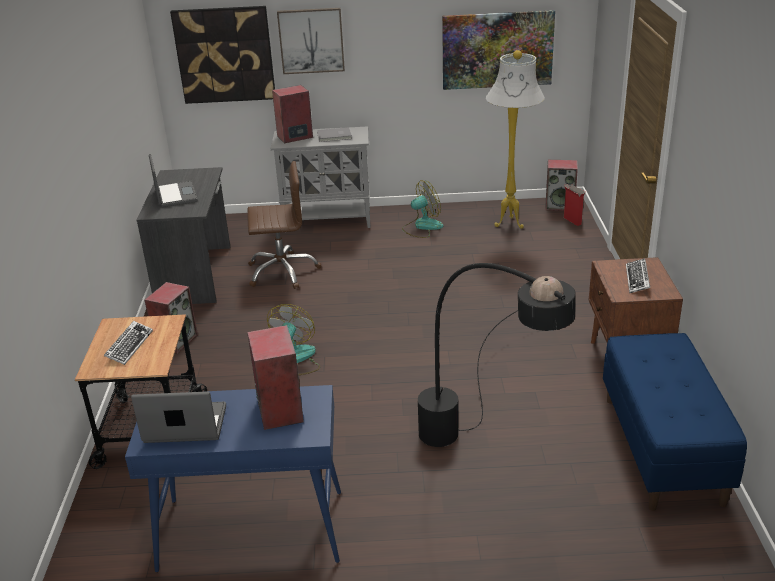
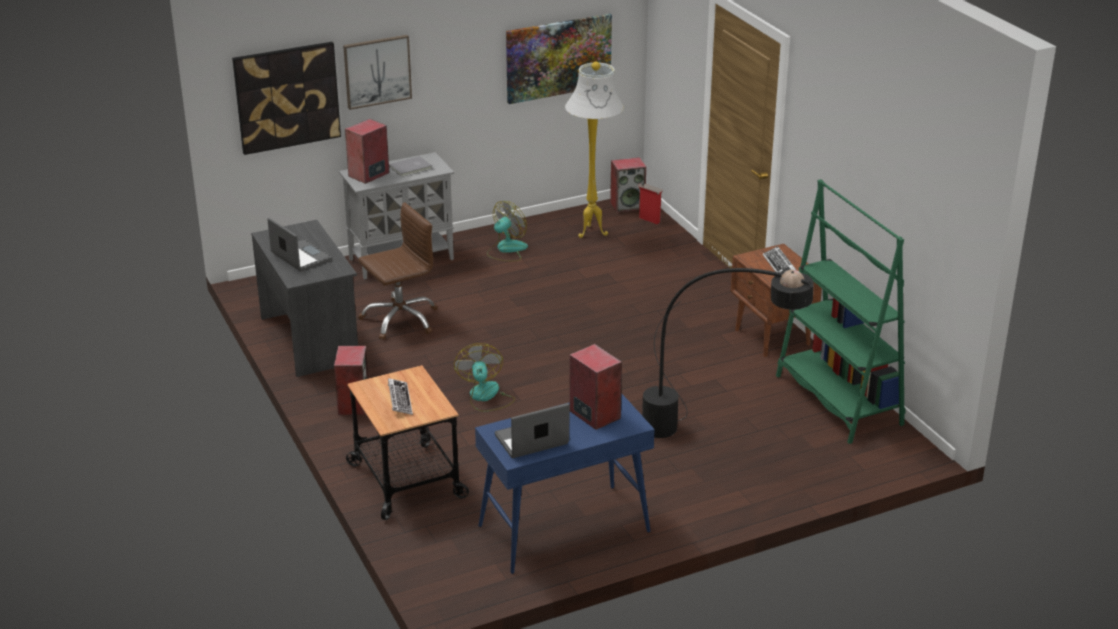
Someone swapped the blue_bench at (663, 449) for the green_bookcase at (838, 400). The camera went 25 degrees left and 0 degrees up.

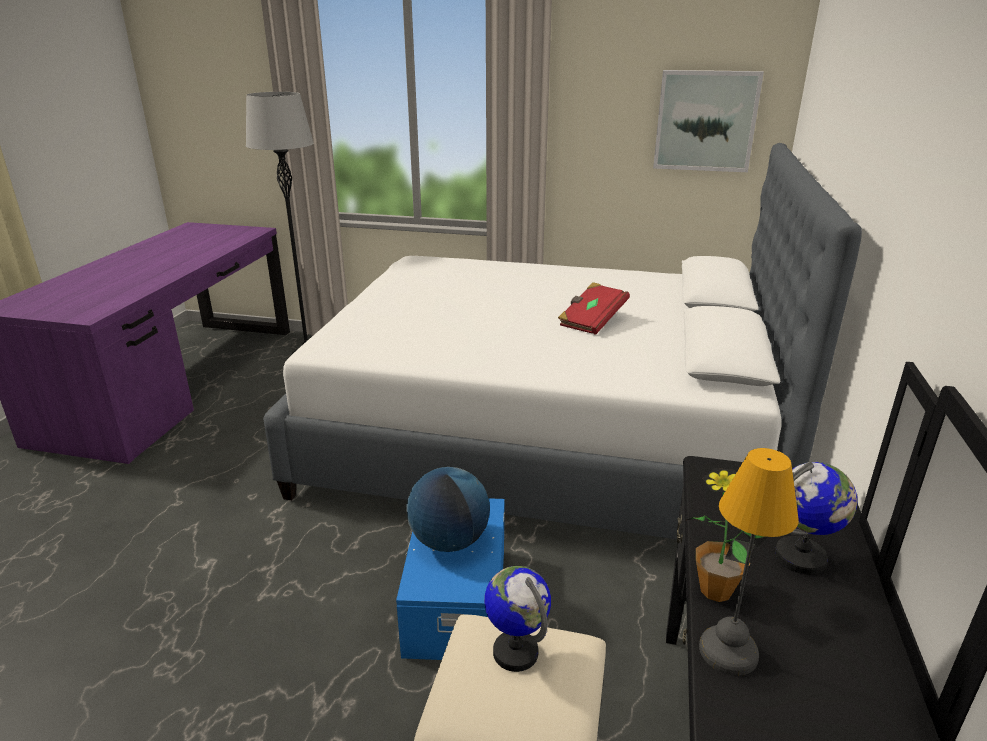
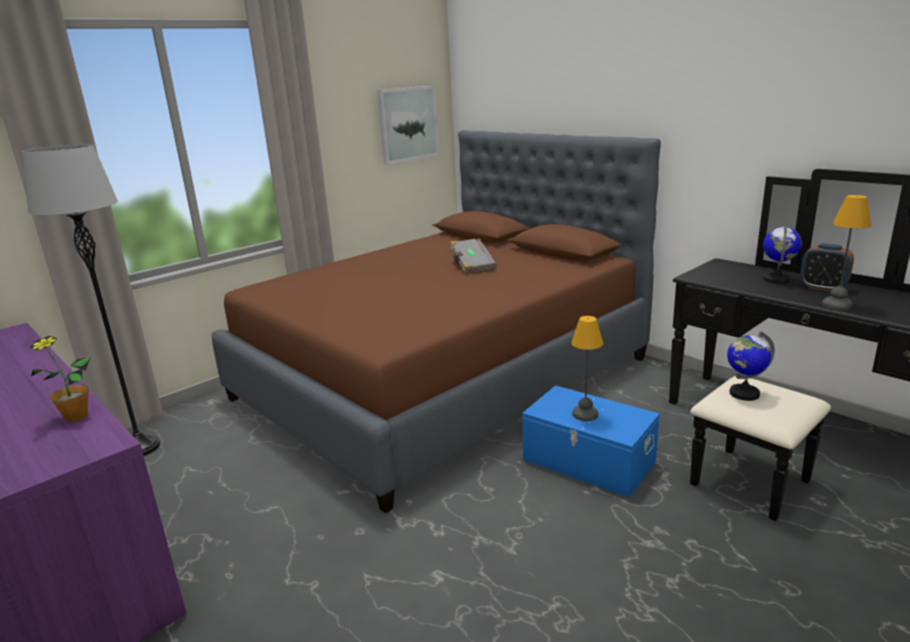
Someone repainted the white_bed at (542, 436), which became the brown_bed at (443, 378). Someone swapped the globe at (449, 541) for the table_lamp at (585, 414). Someone repainted the red_book at (592, 321), which became the grey_book at (471, 266). Someone carried the potted_plant from (715, 590) to (76, 416). Someone put down the alarm_clock at (822, 288). The camera went 55 degrees left and 5 degrees down.

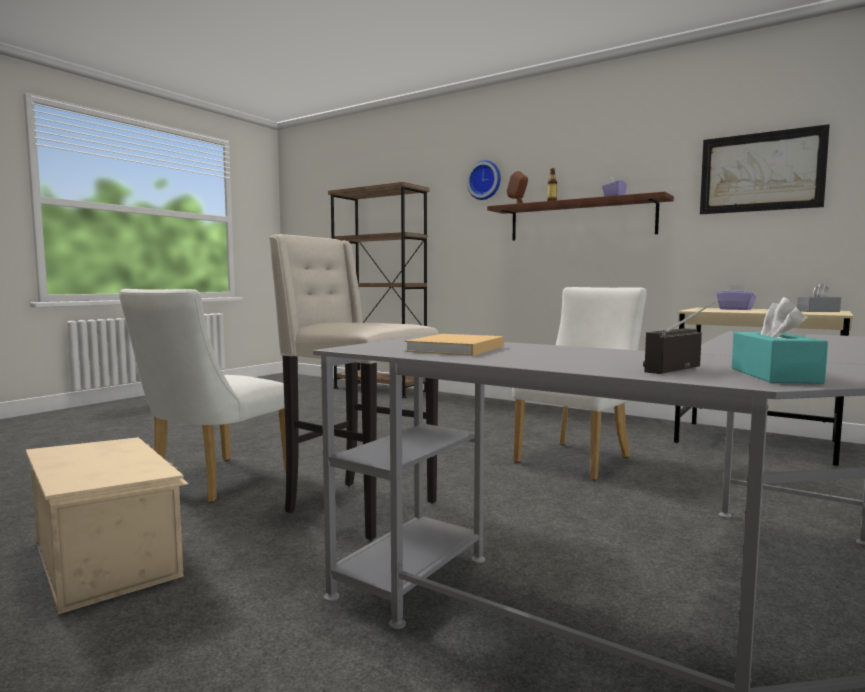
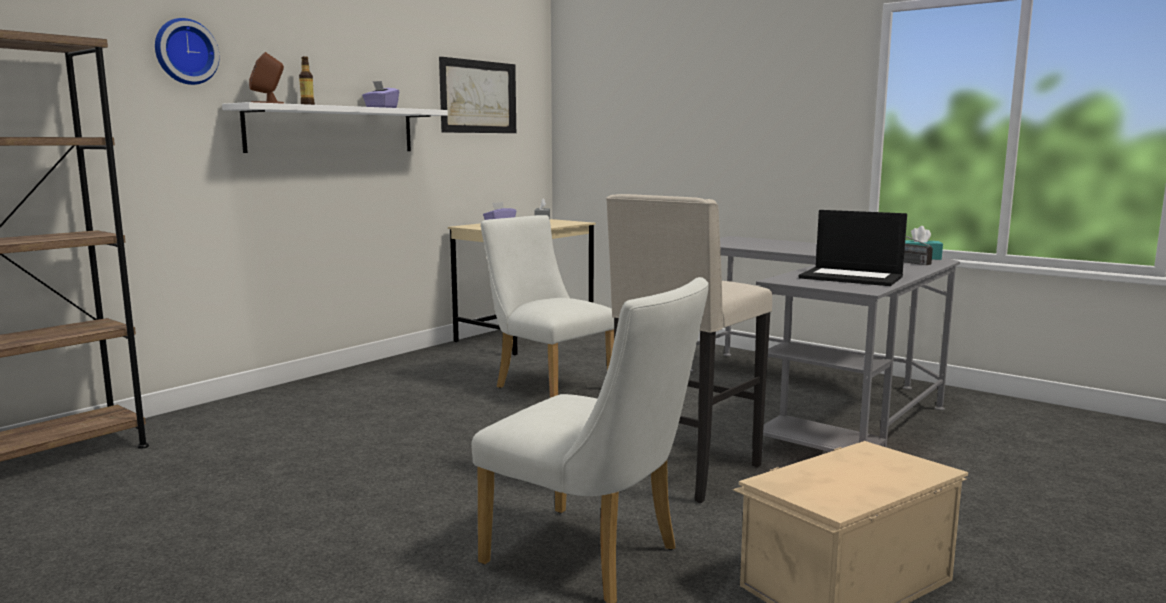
Someone swapped the beige_book at (454, 349) for the laptop at (852, 277). Someone repainted the brown_shelf at (580, 220), which became the white_shelf at (332, 129). The camera went 85 degrees left and 5 degrees up.

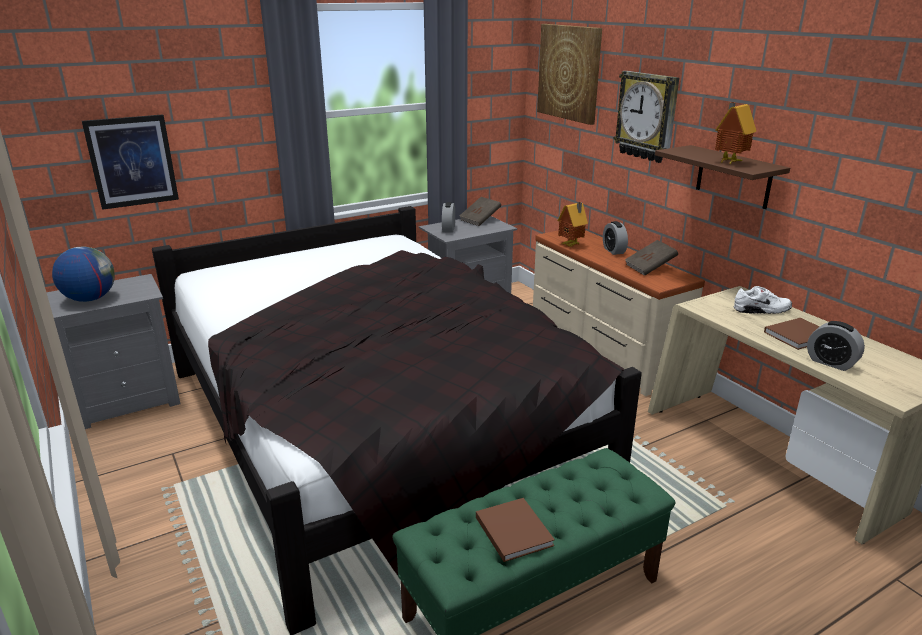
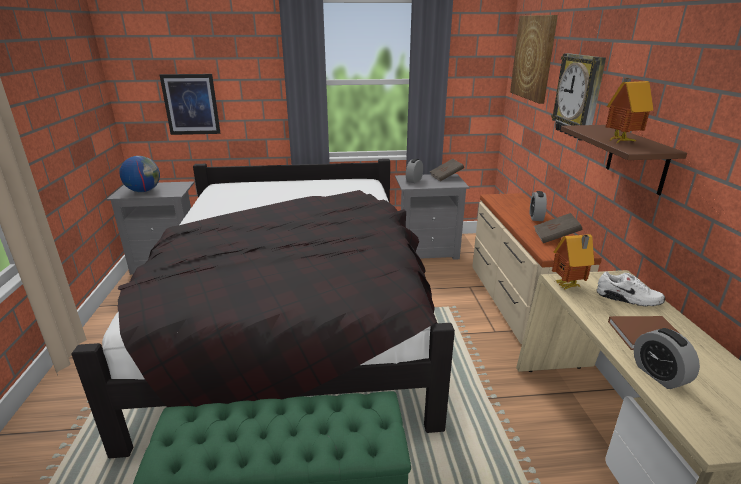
Someone took away the brown_book at (512, 529). Someone carried the toy_house from (571, 245) to (568, 286). The camera went 25 degrees right and 0 degrees up.

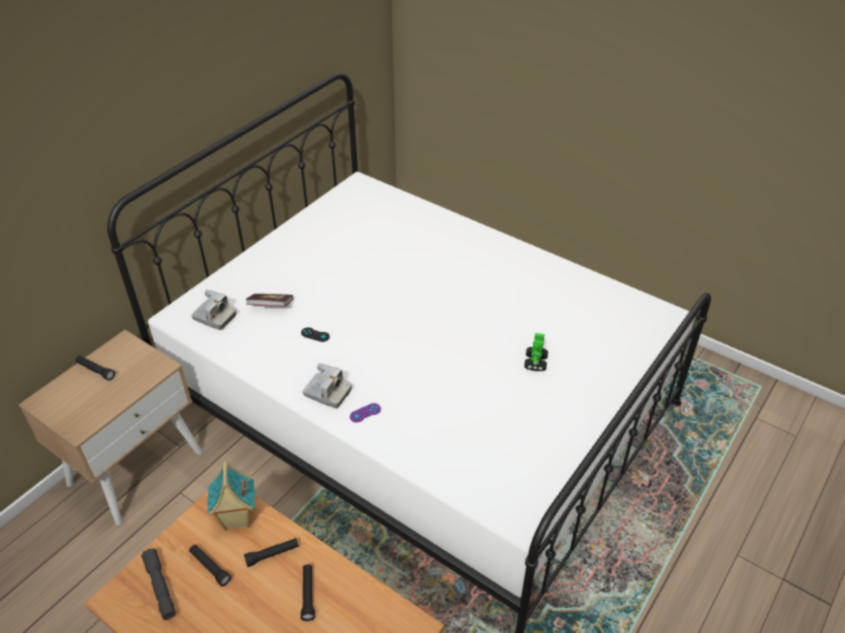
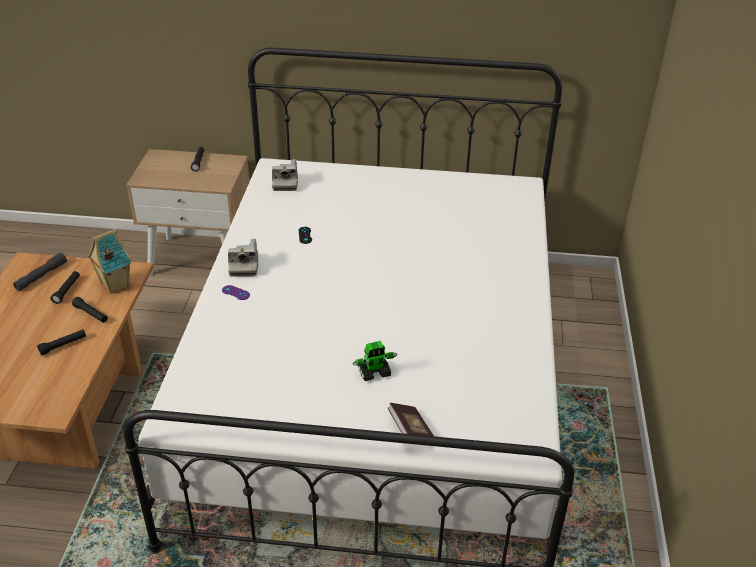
Someone carried the book from (270, 306) to (411, 432). The camera went 60 degrees right and 5 degrees down.

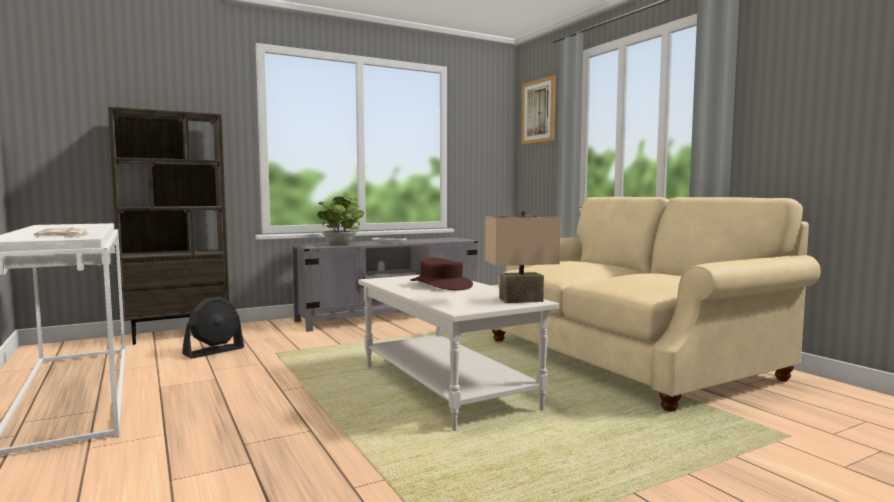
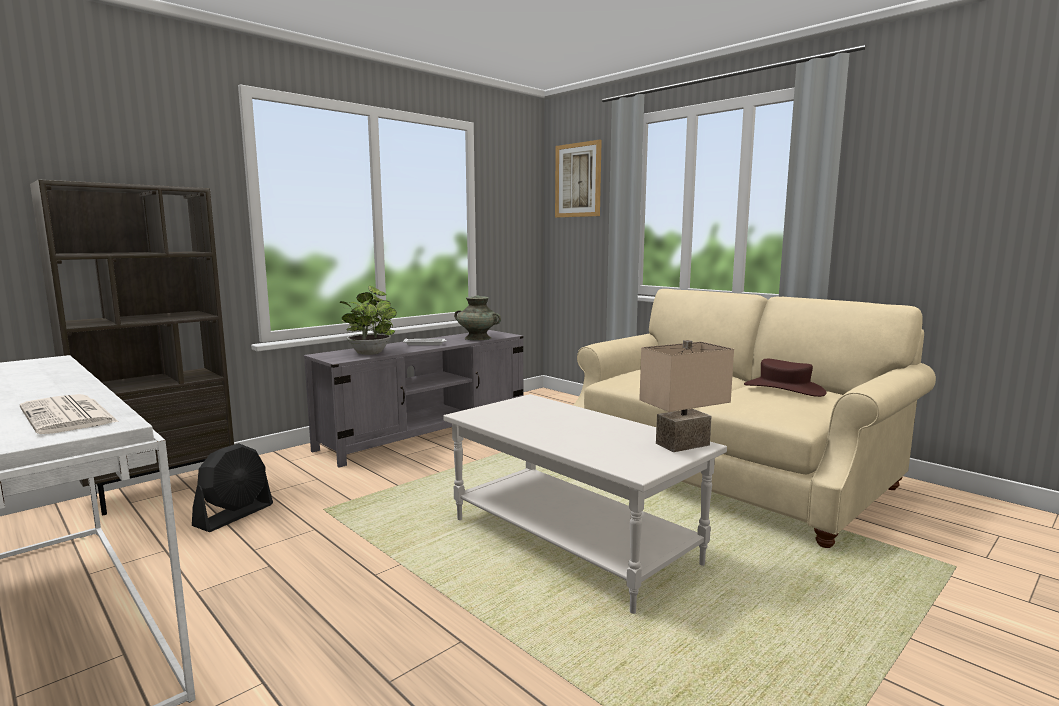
Someone carried the brown_hat from (441, 285) to (784, 389). Someone put down the turquoise_vase at (477, 338). The camera went 15 degrees left and 5 degrees up.

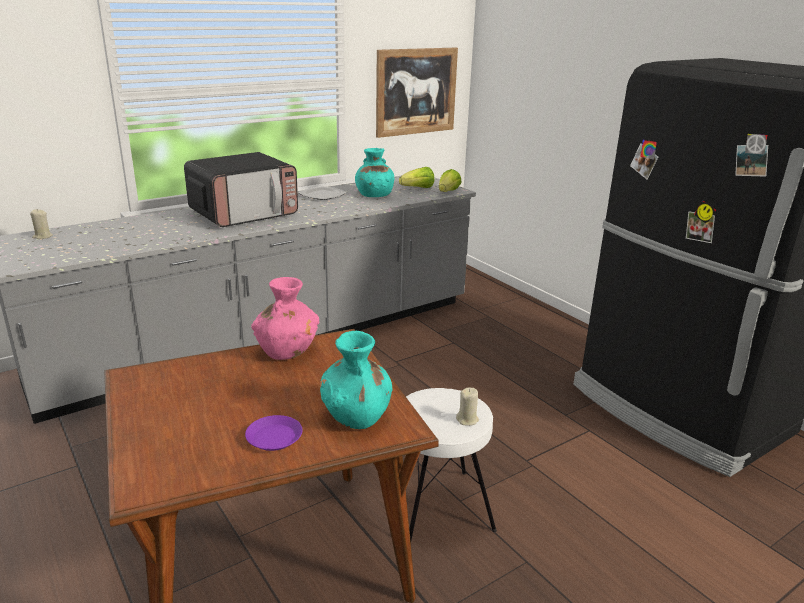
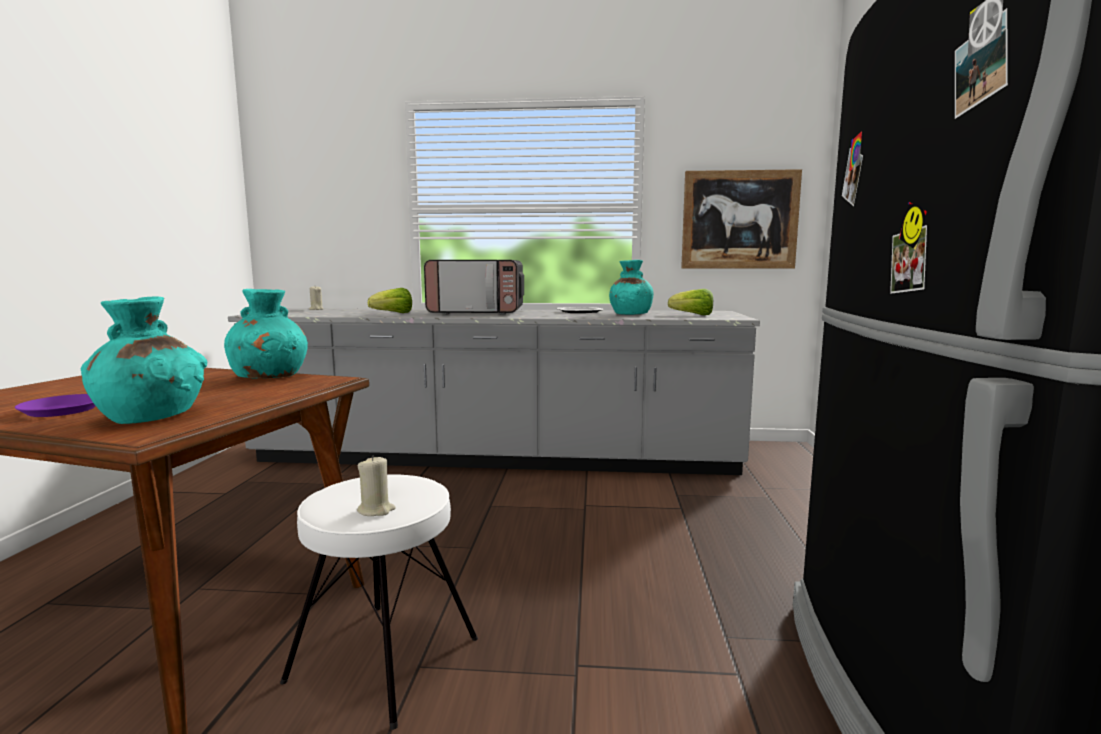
Someone repainted the pink_vase at (287, 350), which became the turquoise_vase at (270, 376). Someone carried the lettuce from (448, 192) to (393, 313). The camera went 40 degrees right and 15 degrees down.

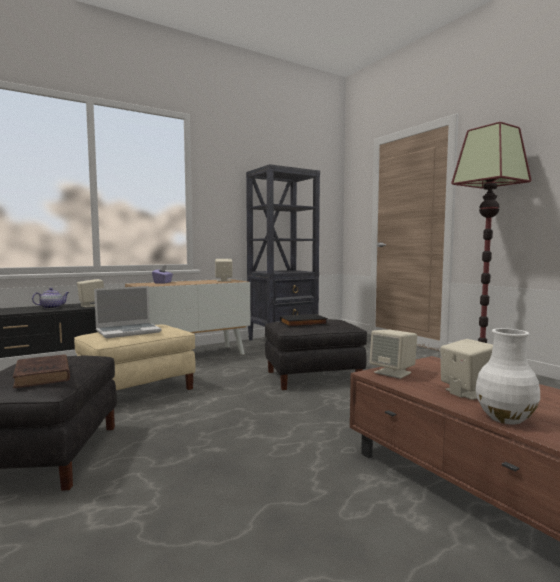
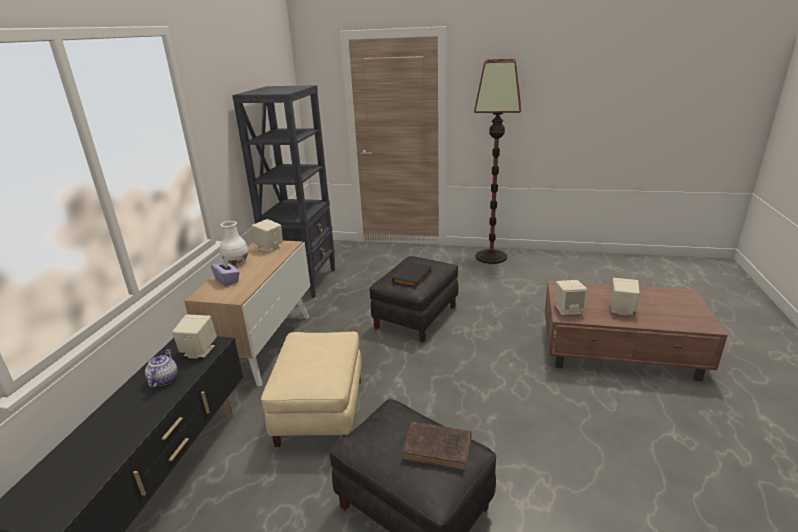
Someone took away the laptop at (129, 331). Someone carried the white_vase from (505, 418) to (236, 262). The camera went 45 degrees left and 20 degrees up.

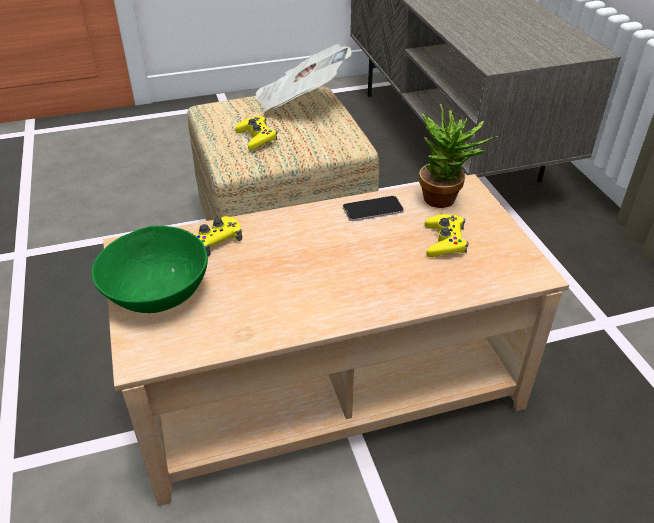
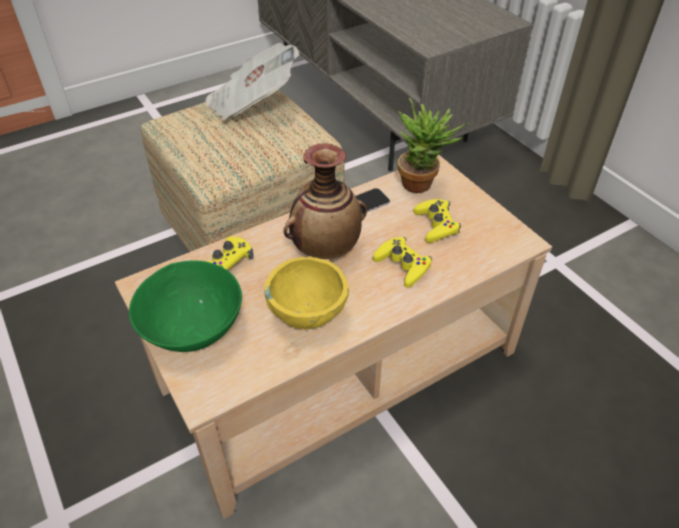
Someone carried the yellow_game_controller from (257, 137) to (402, 265). Someone put down the yellow_bowl at (308, 313). Someone put down the vase at (325, 248). The camera went 15 degrees left and 5 degrees up.

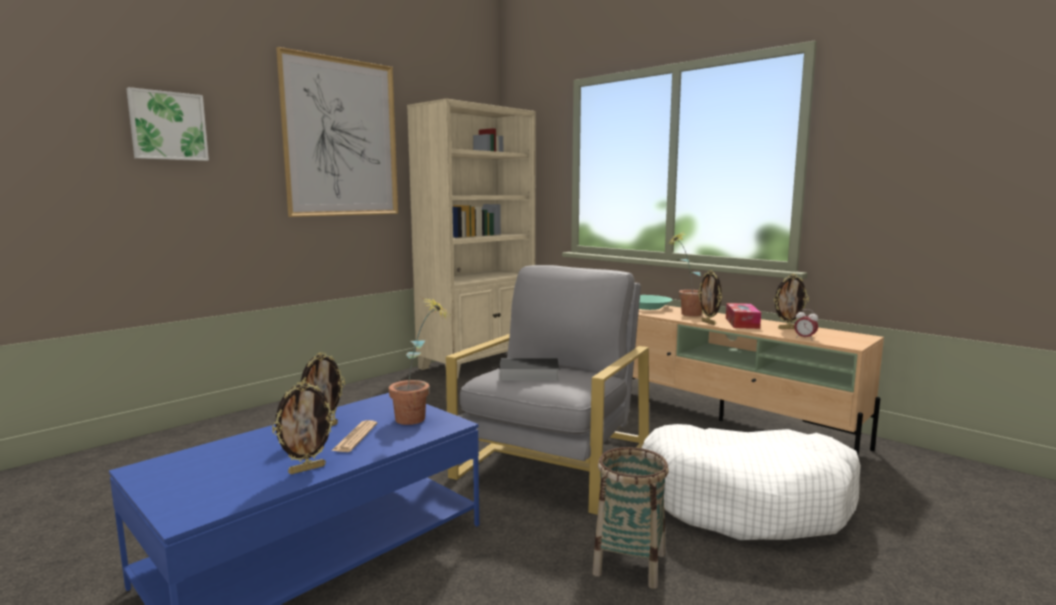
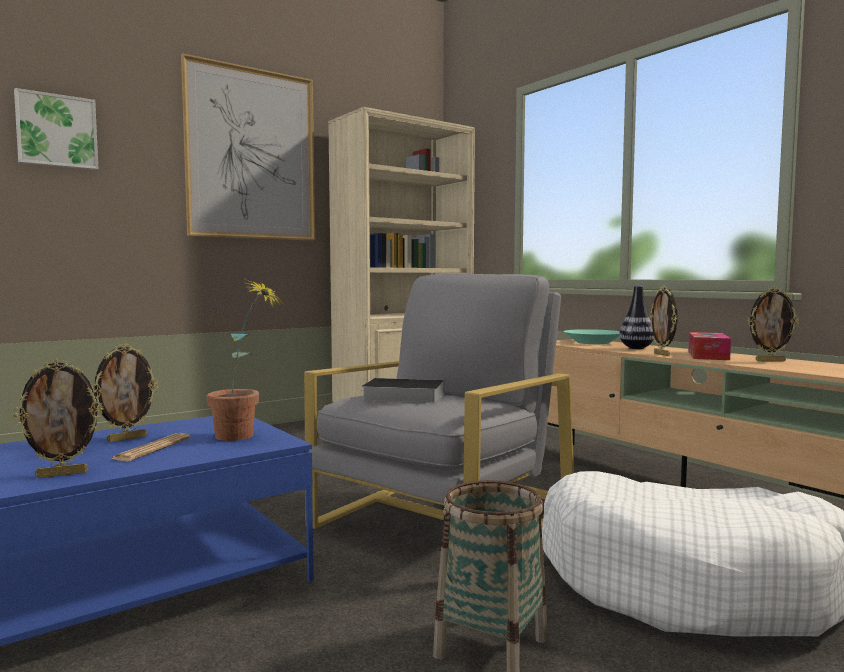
Someone swapped the potted_plant at (685, 314) for the vase at (636, 348). Someone took away the alarm_clock at (805, 338). The camera went 10 degrees right and 5 degrees down.

